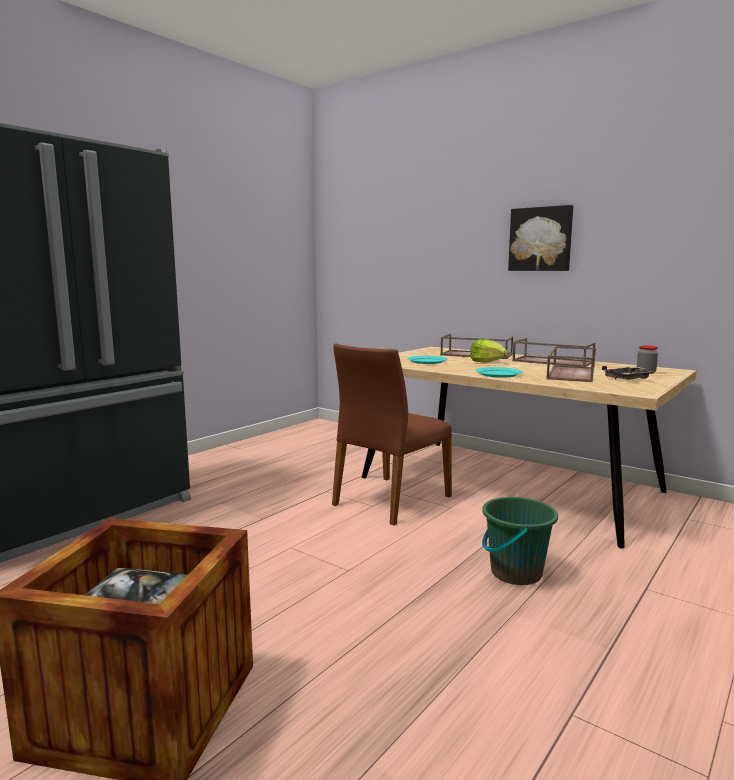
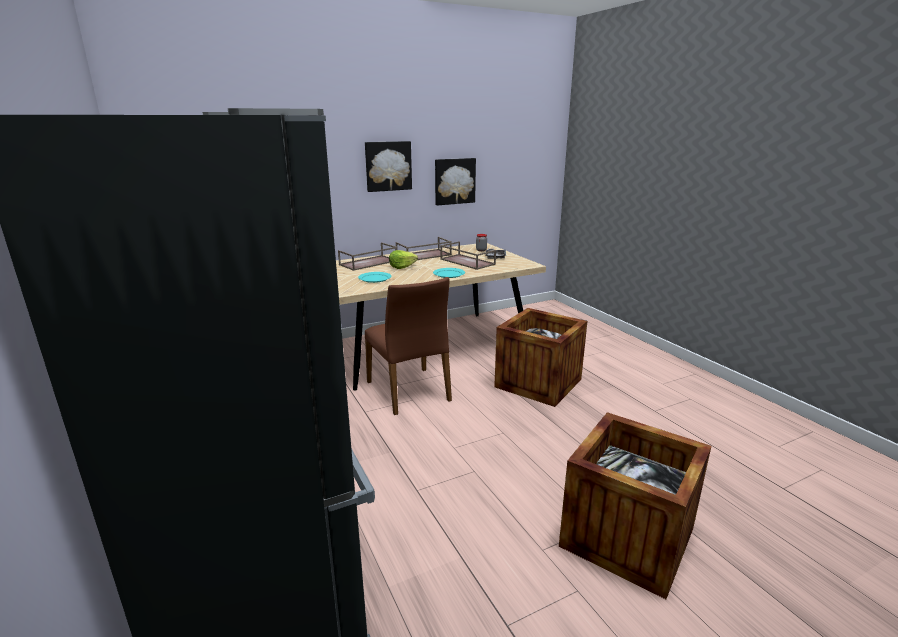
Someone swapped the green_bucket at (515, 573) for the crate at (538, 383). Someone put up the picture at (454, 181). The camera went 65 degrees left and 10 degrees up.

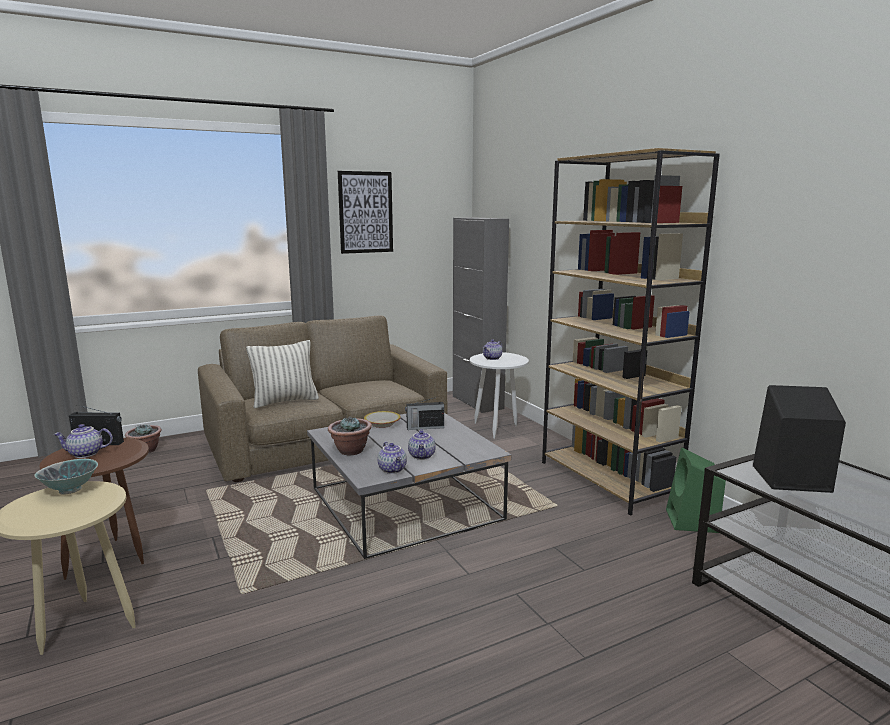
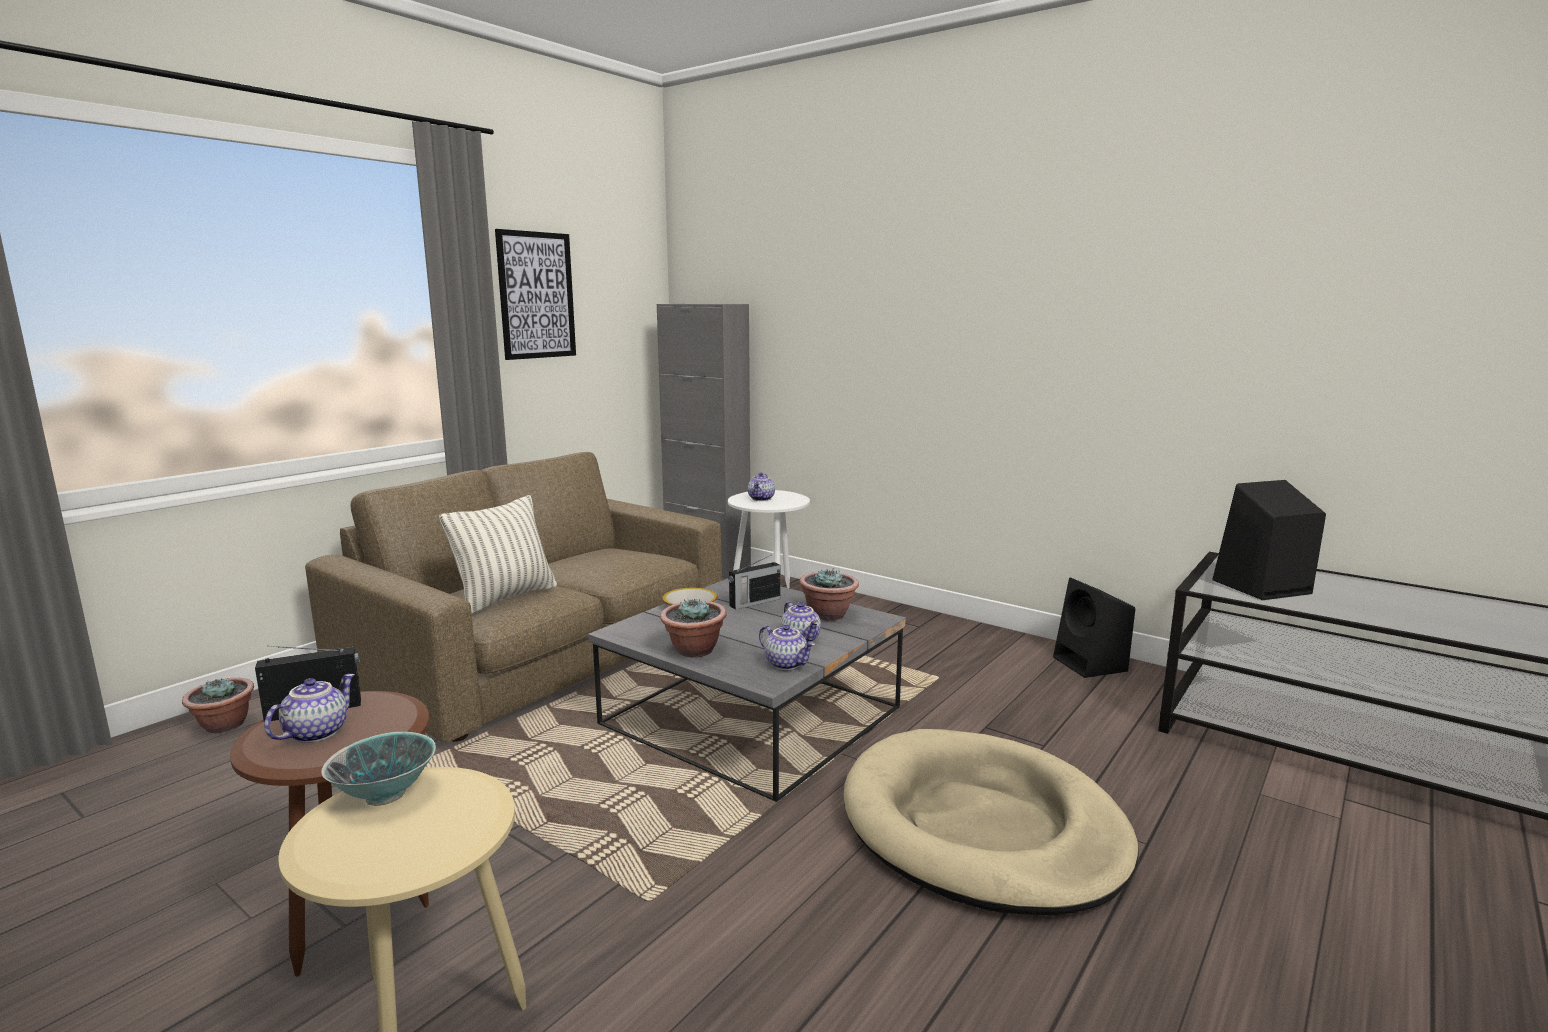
Someone rotated the teapot at (85, 454) by 150 degrees clockwise. Someone took away the brown_bookcase at (609, 480). Someone repainted the green_speaker at (692, 521), which became the black_speaker at (1091, 665). Someone put down the potted_plant at (828, 615). Someone put down the beige_dog_bed at (982, 827). The camera went 25 degrees left and 0 degrees up.

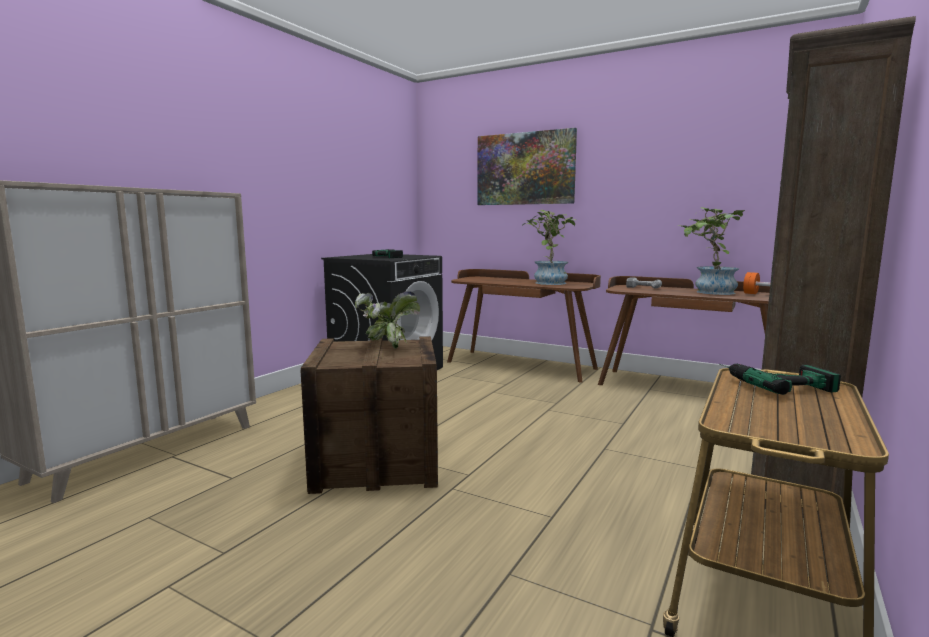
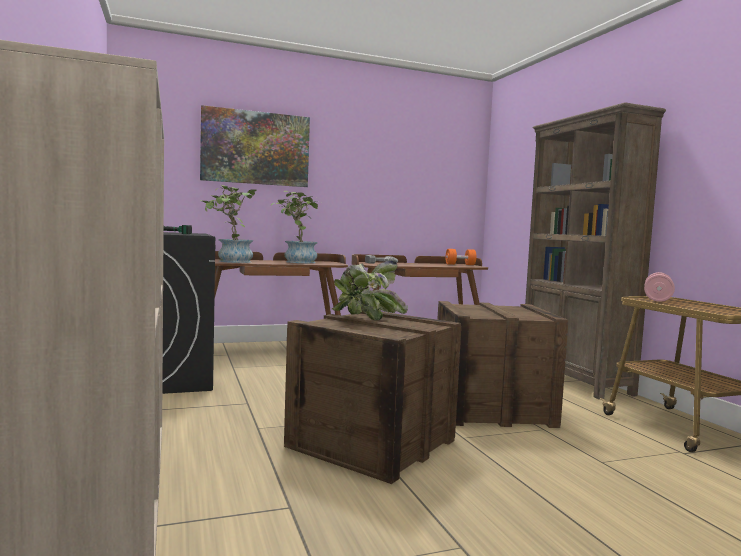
Someone carried the potted_plant from (709, 292) to (230, 261). Someone swapped the power_drill at (772, 381) for the pink_dumbbell at (657, 299). Someone put down the crate at (491, 408). The camera went 50 degrees left and 5 degrees down.

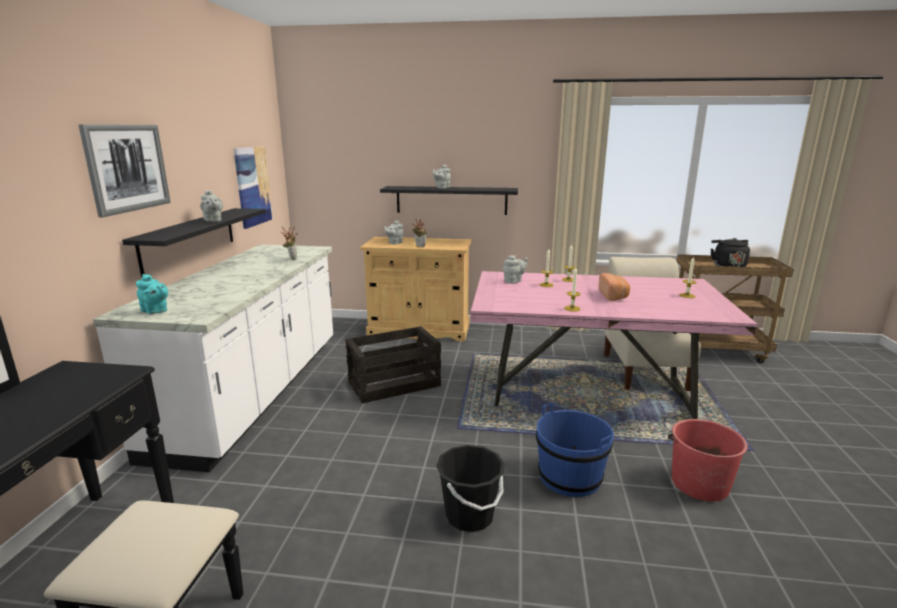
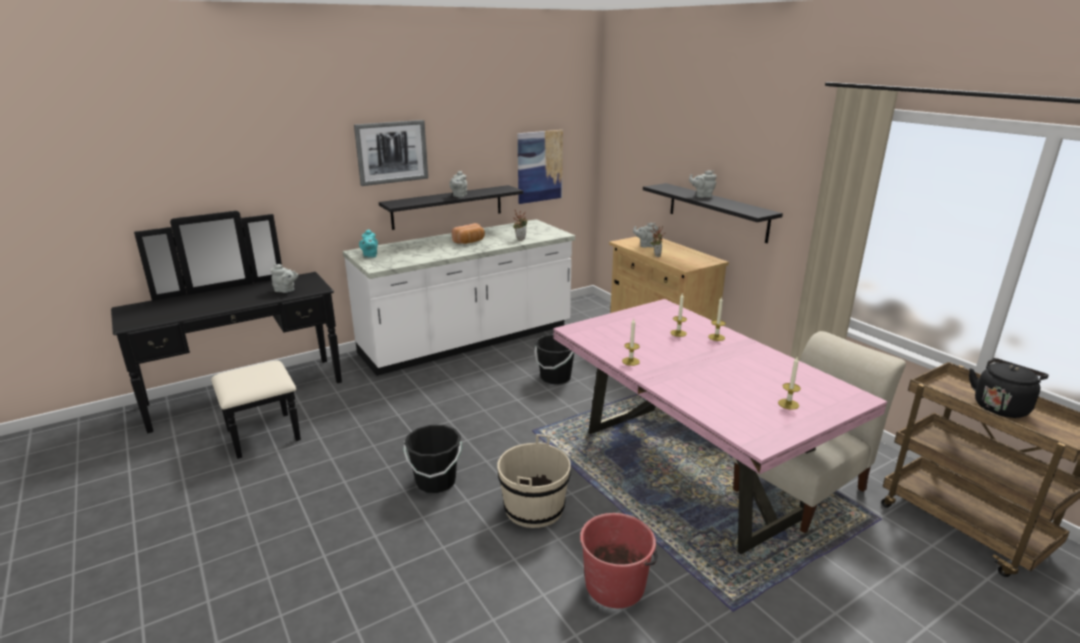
Someone swapped the crate at (394, 383) for the black_bucket at (555, 377). Someone carried the grey_teapot from (514, 281) to (286, 290). Someone repainted the blue_bucket at (570, 477), which became the beige_bucket at (534, 508). Someone carried the bread from (614, 296) to (470, 242). The camera went 50 degrees right and 5 degrees up.

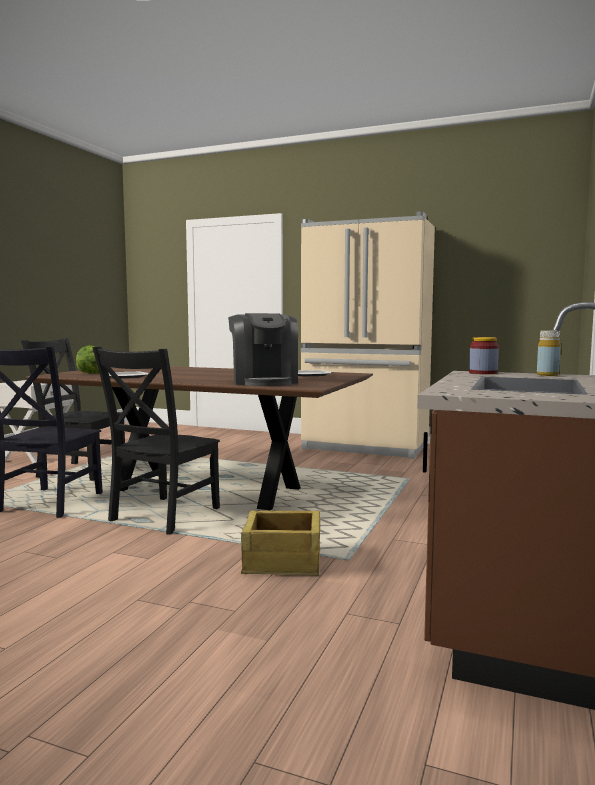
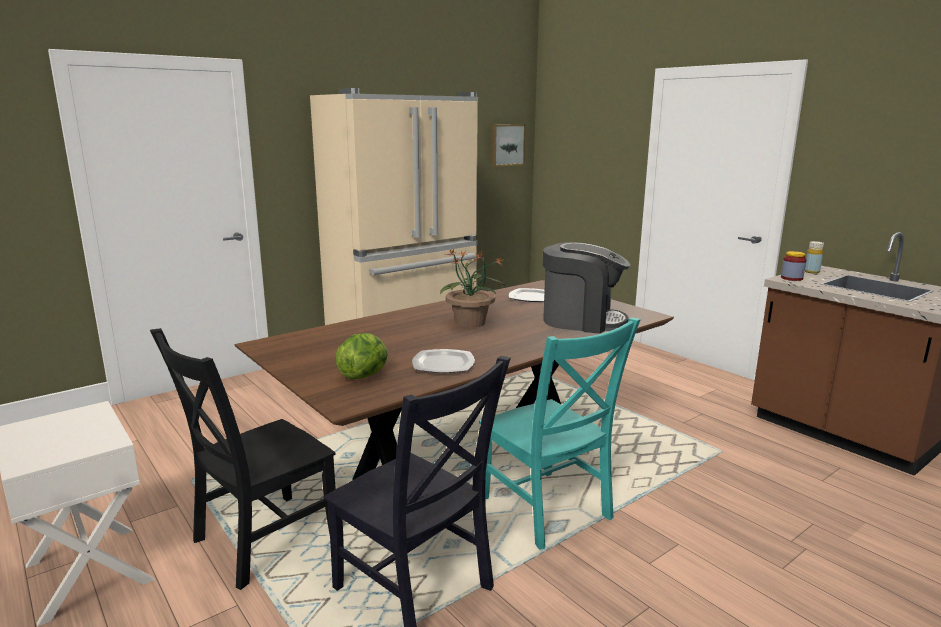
Someone repainted the black_chair at (162, 516), which became the turquoise_chair at (548, 511). Someone took away the crate at (283, 562). Someone put down the potted_plant at (471, 323). Someone put up the picture at (506, 145). The camera went 60 degrees left and 10 degrees up.

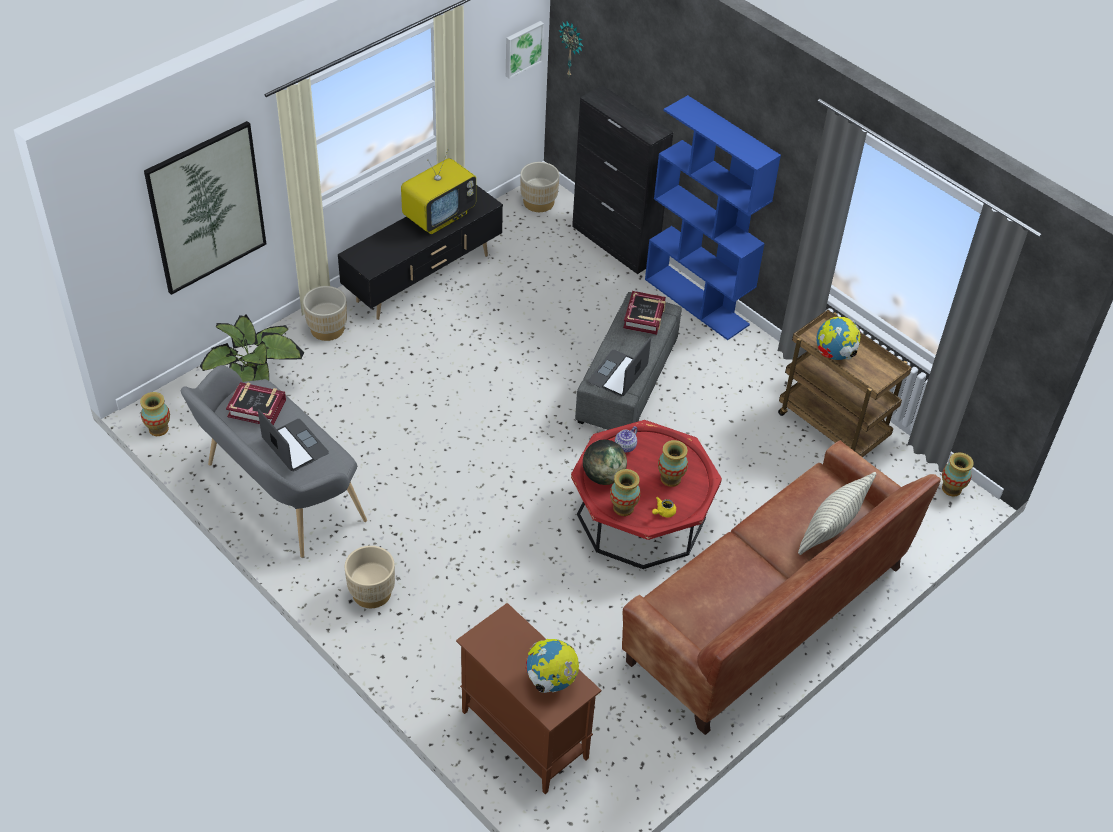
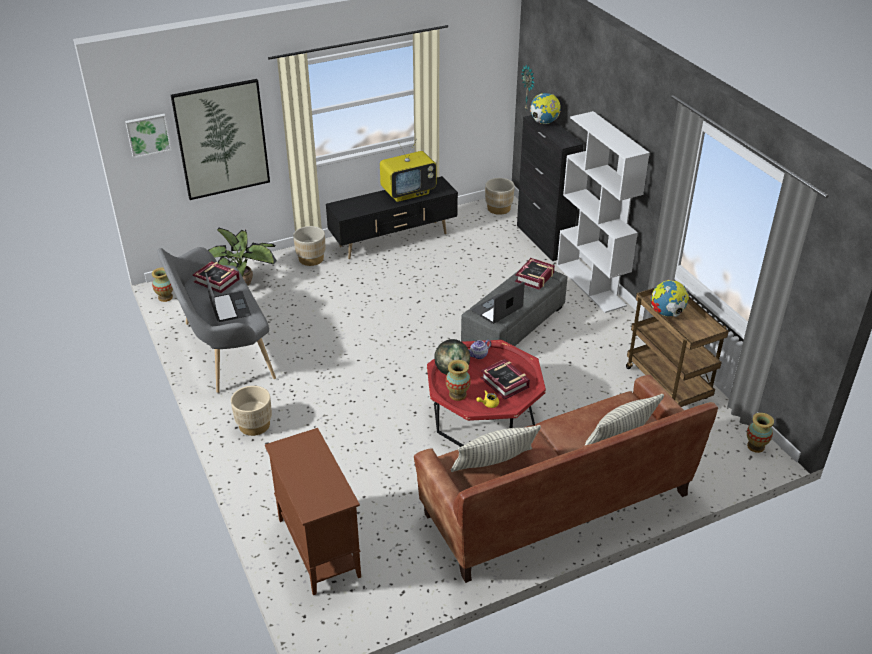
Someone carried the picture from (522, 48) to (148, 134). Someone carried the globe from (551, 680) to (544, 122). Someone repainted the blue_bookcase at (697, 302), which became the white_bookcase at (591, 285). Someone swapped the vase at (671, 478) for the book at (505, 382). Someone put down the pillow at (494, 464). The camera went 20 degrees right and 10 degrees down.

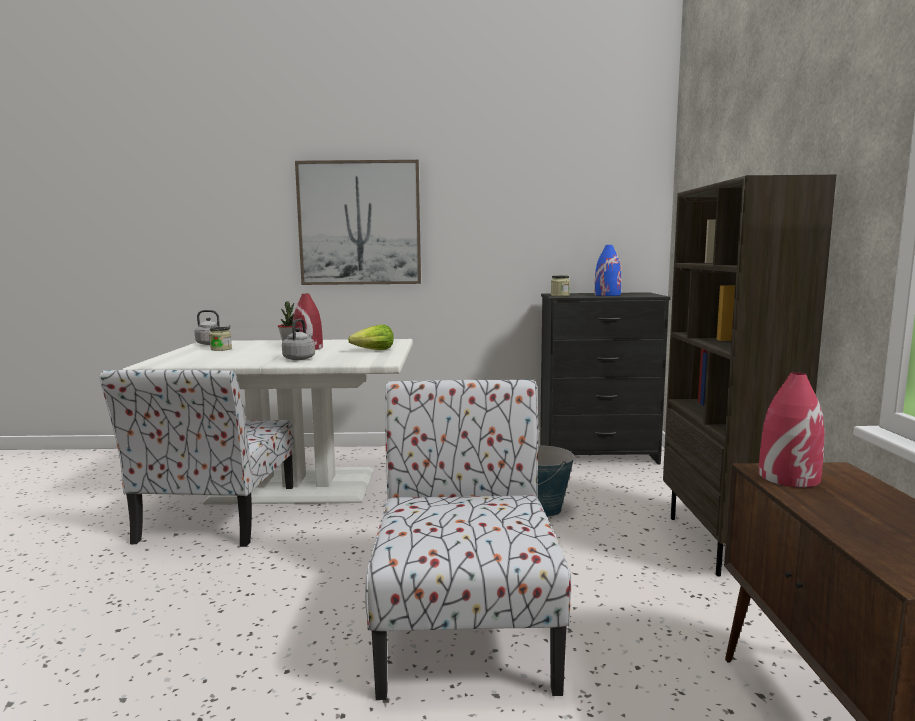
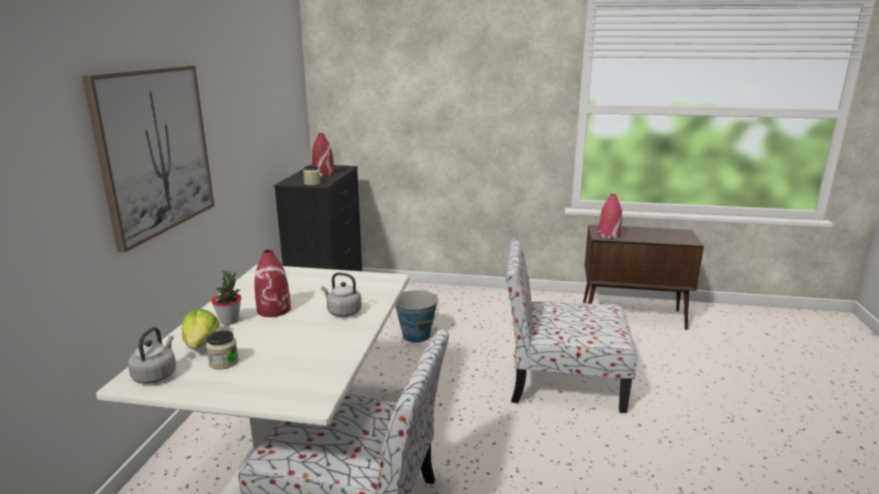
Someone carried the lettuce from (374, 350) to (201, 344). Someone repainted the blue_vase at (607, 295), which became the red_vase at (323, 174). Someone took away the brown_bookcase at (723, 544). The camera went 80 degrees left and 10 degrees up.

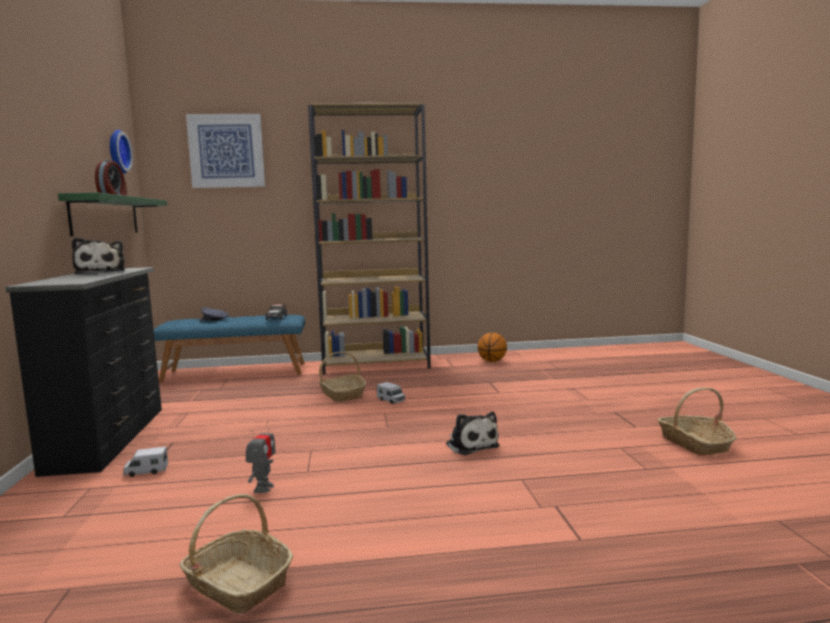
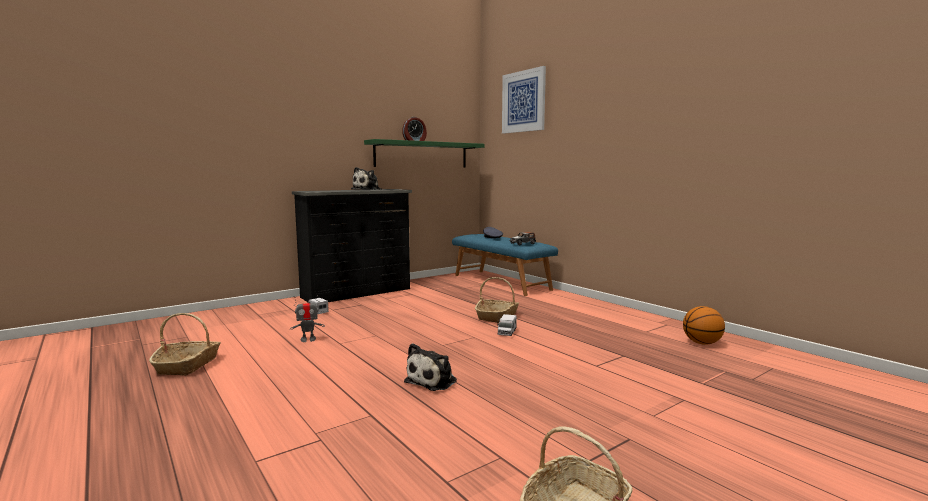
Someone took away the wall_clock at (117, 151). Someone took away the brown_bookcase at (376, 364). The camera went 60 degrees right and 0 degrees up.

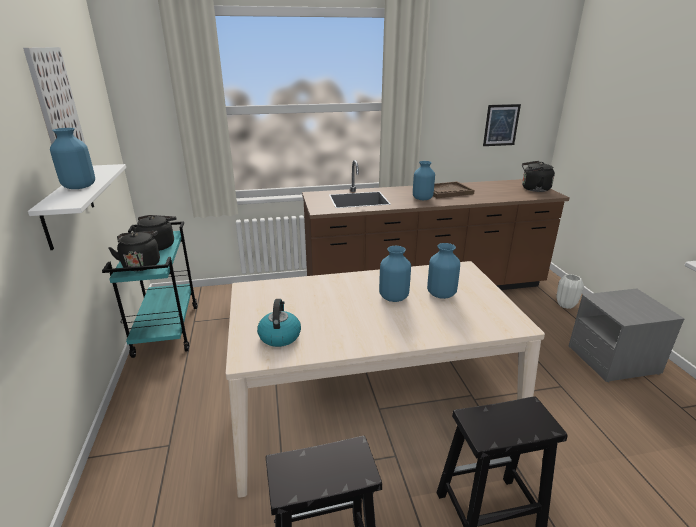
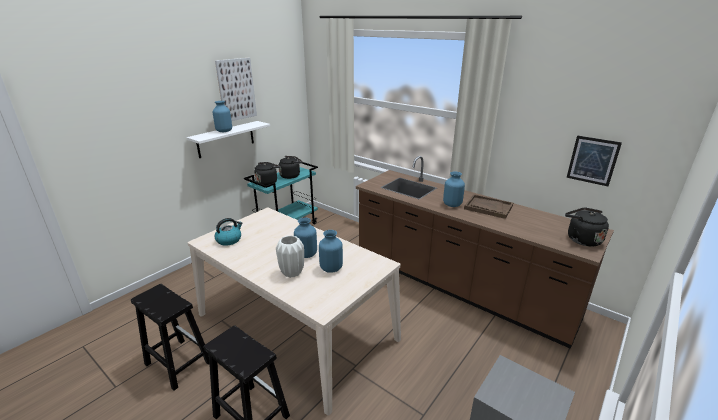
Someone carried the white_vase from (565, 305) to (291, 272). The camera went 50 degrees right and 0 degrees up.

